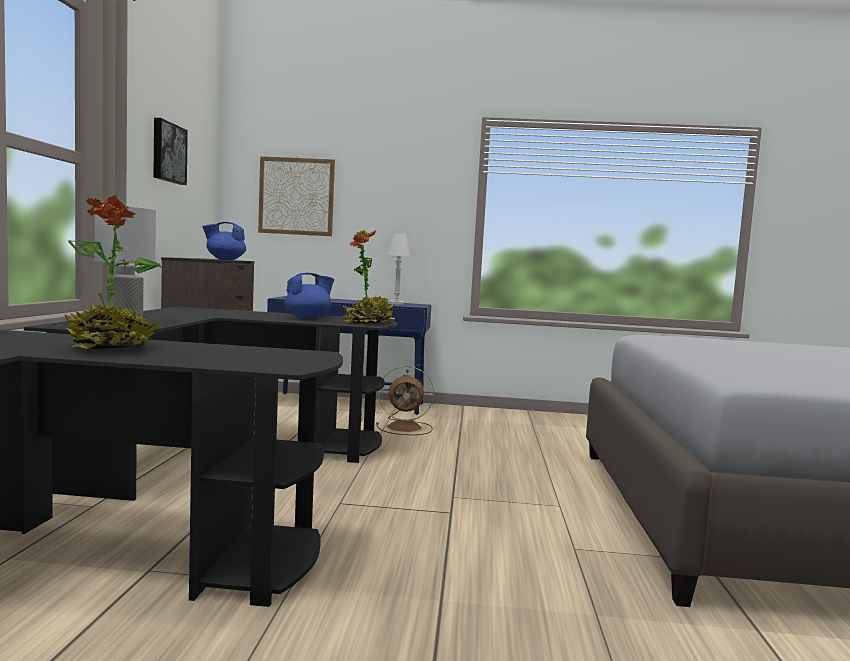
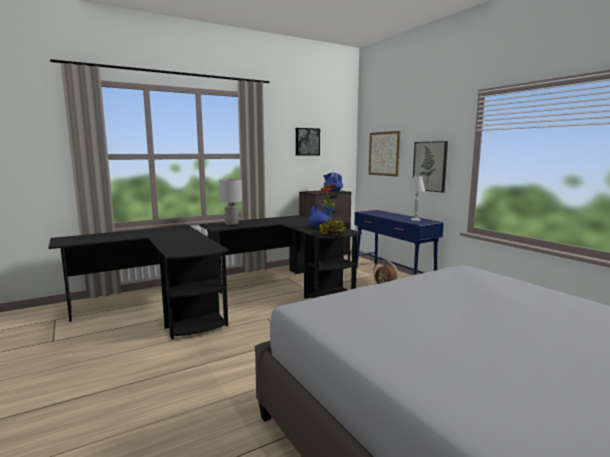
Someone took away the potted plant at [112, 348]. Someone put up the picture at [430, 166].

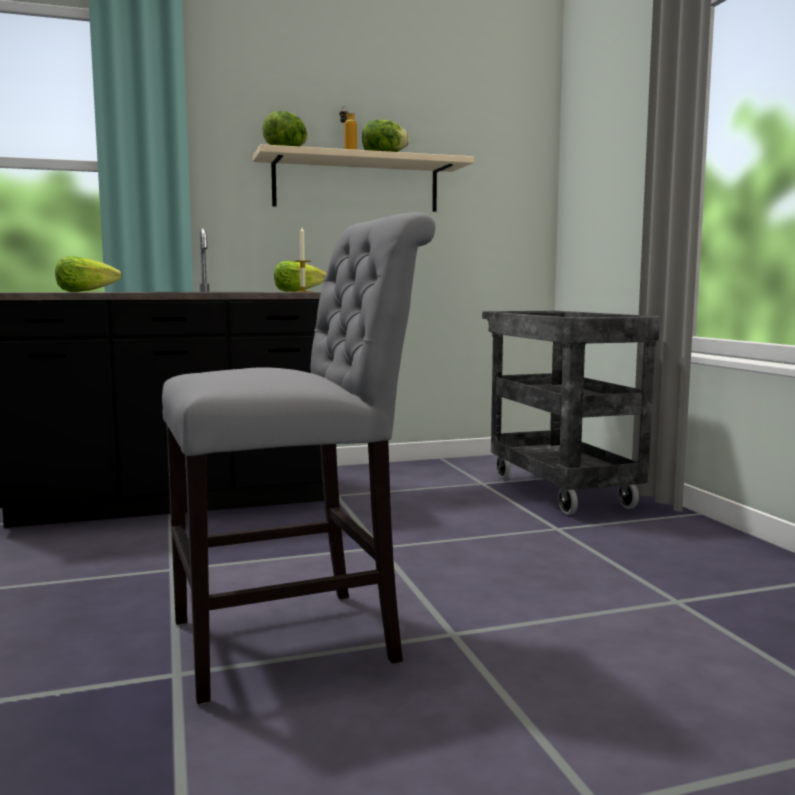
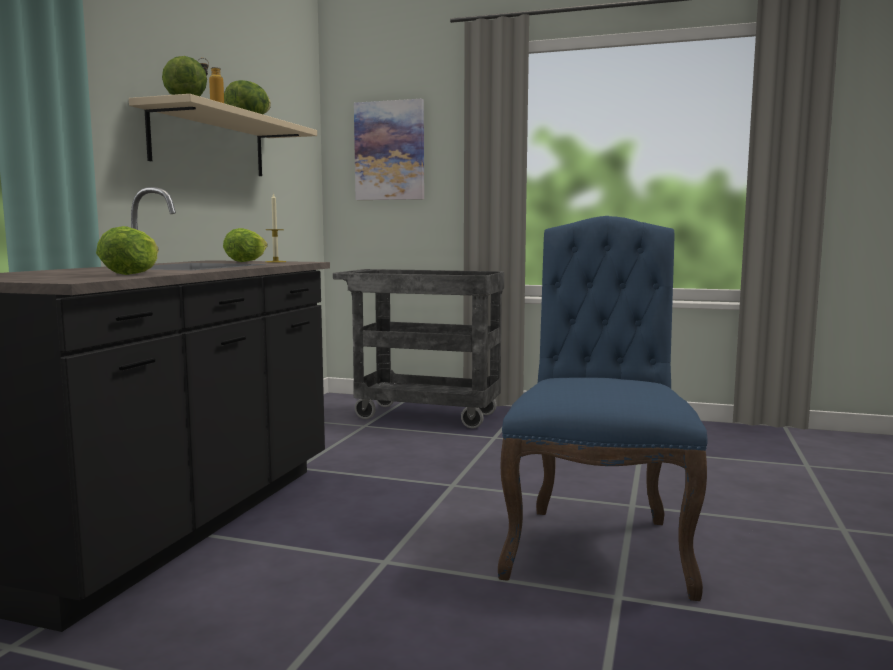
Someone swapped the stool (grey) at [298, 640] for the chair (blue) at [598, 547]. Someone put up the picture at [390, 151].

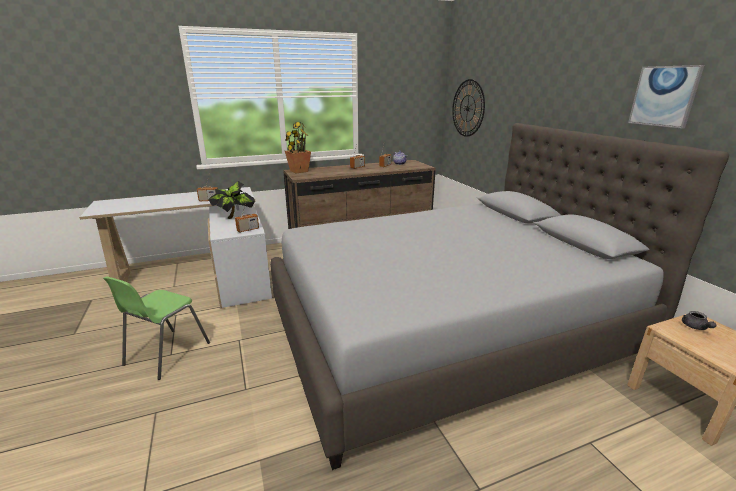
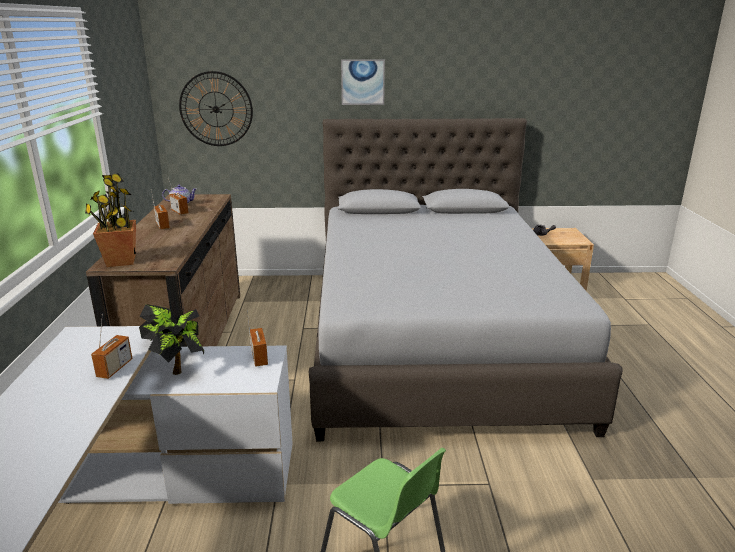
Someone carried the picture from [664, 96] to [362, 82].

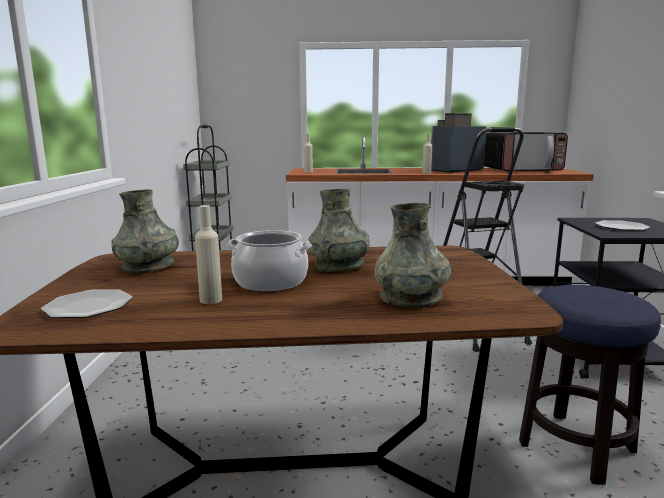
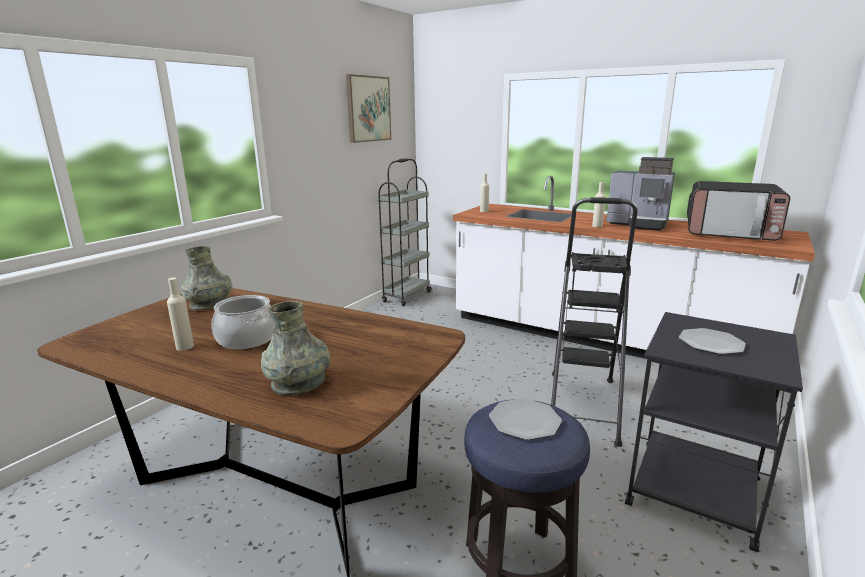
Someone carried the plate from [88, 306] to [524, 421]. Someone took away the vase (grey) at [339, 266]. Someone rotated the coffee machine at [452, 170] by 150 degrees counterclockwise. Someone put up the picture at [368, 109].

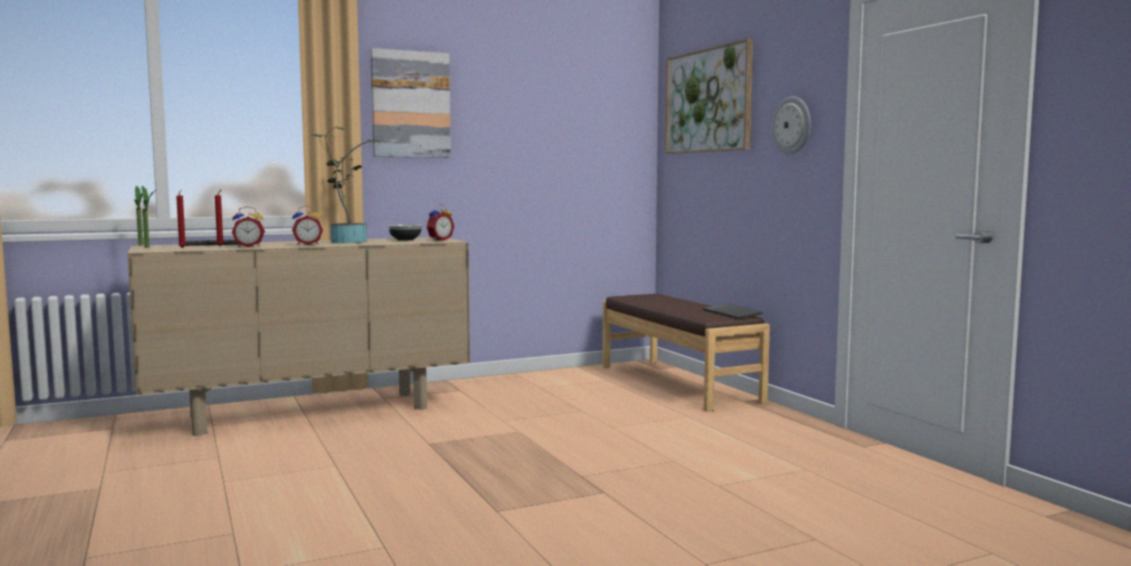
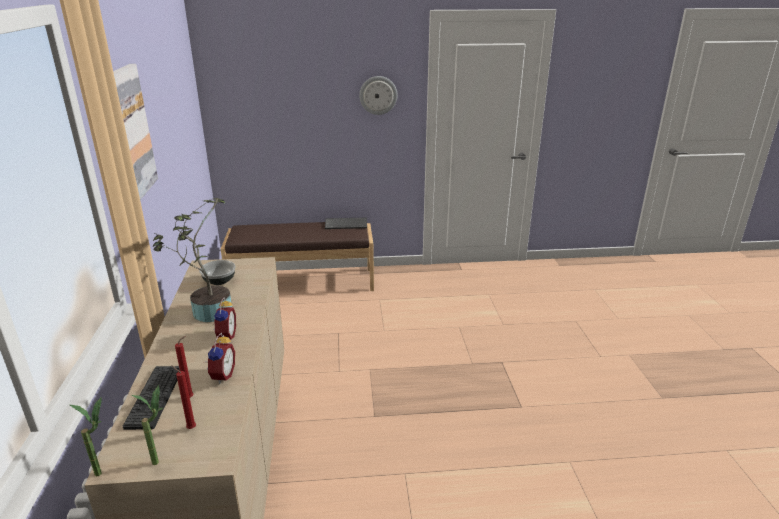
Someone took away the alarm clock at [439, 240]. Someone took away the picture at [708, 100].

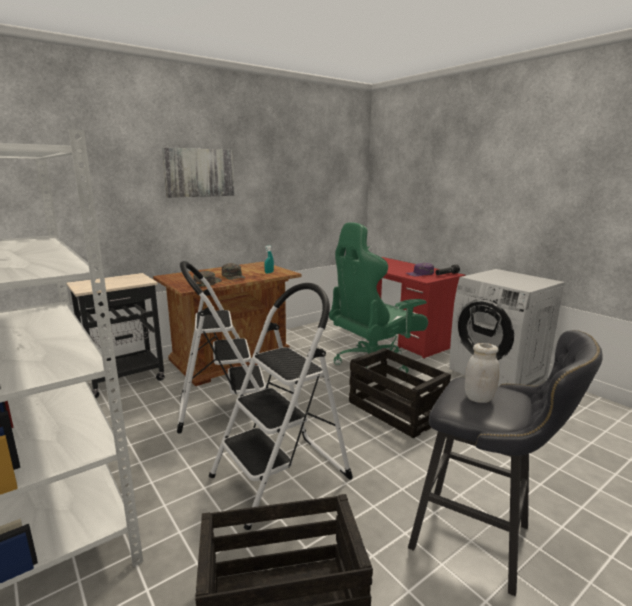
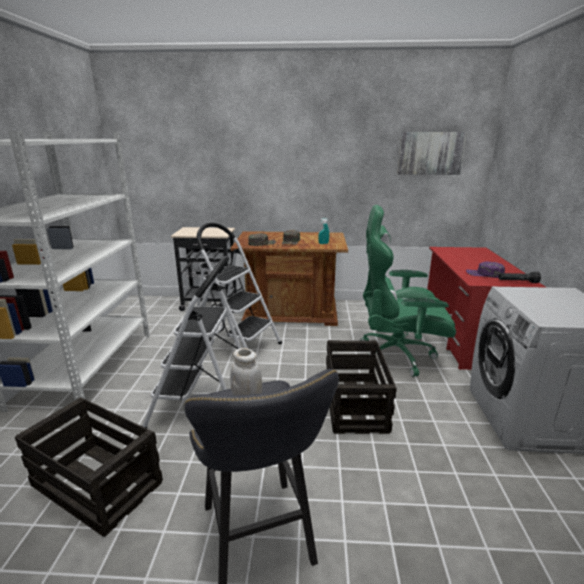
Someone carried the picture from [199, 173] to [430, 153].

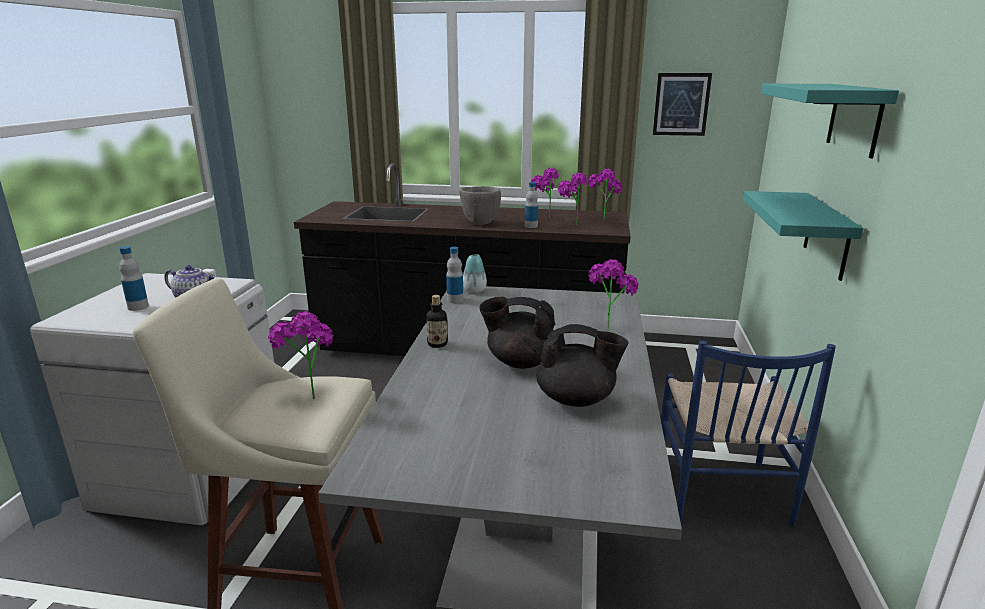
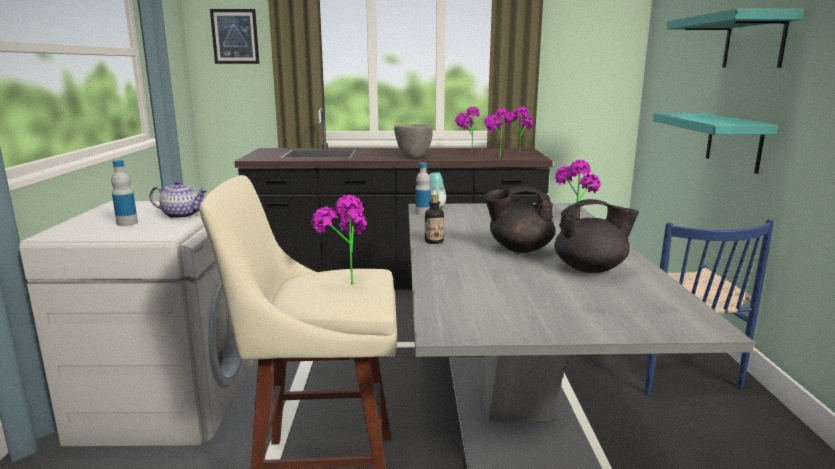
Someone took away the bottle at [531, 226]. Someone carried the picture from [681, 104] to [235, 36].

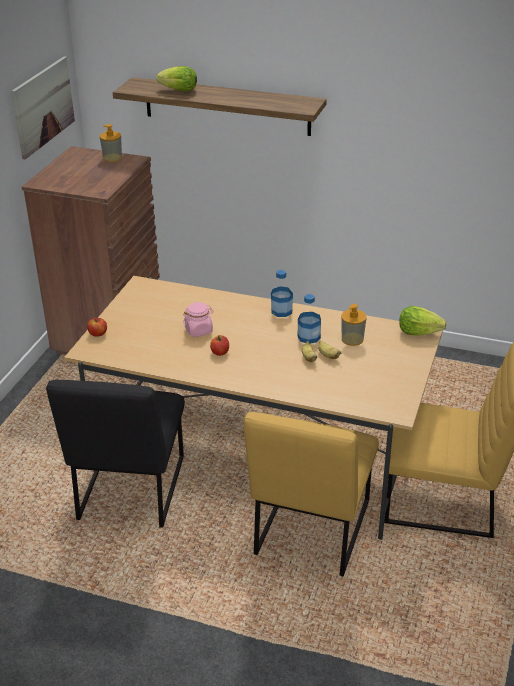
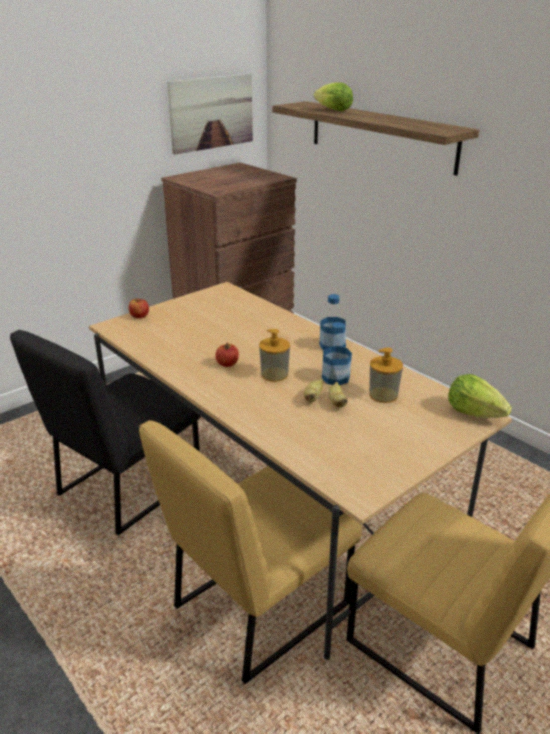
Someone carried the soap dispenser from [112, 158] to [274, 374]. Someone took away the jar (pink) at [199, 330].

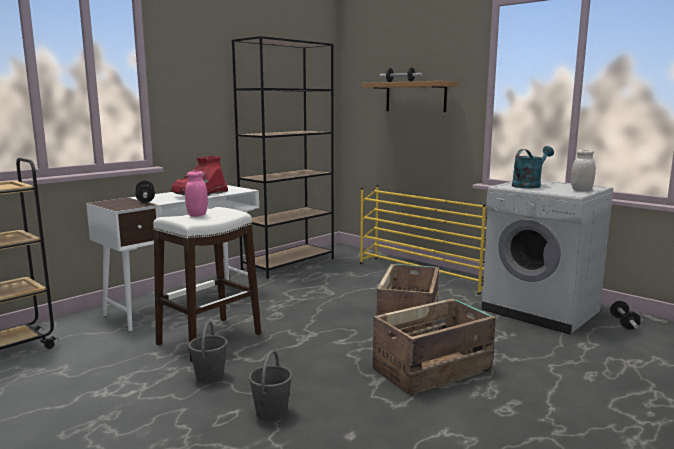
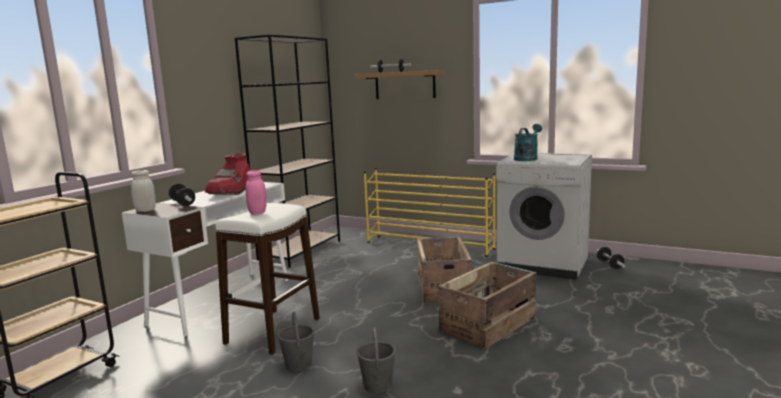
Someone carried the jar (white) from [581, 190] to [145, 210].

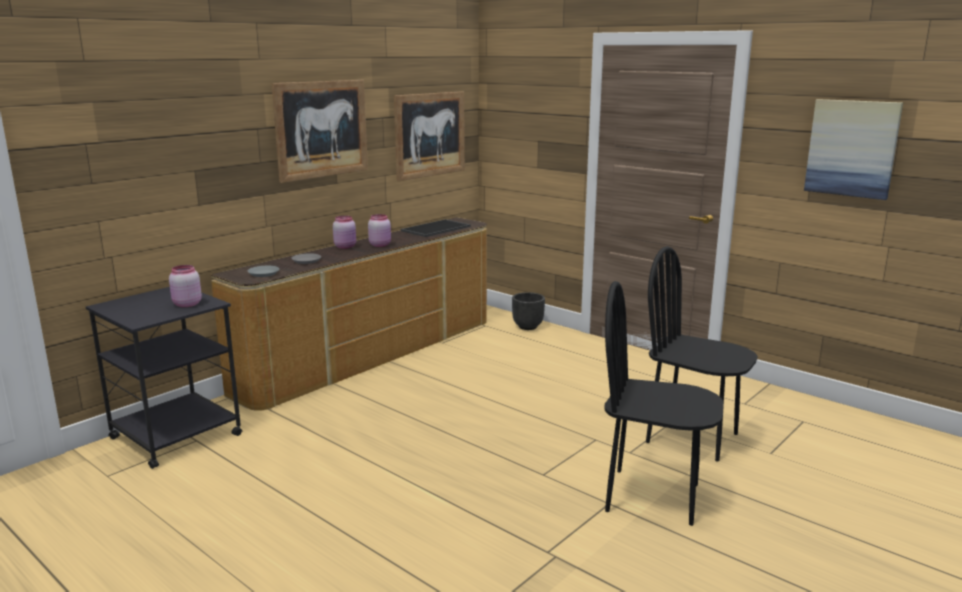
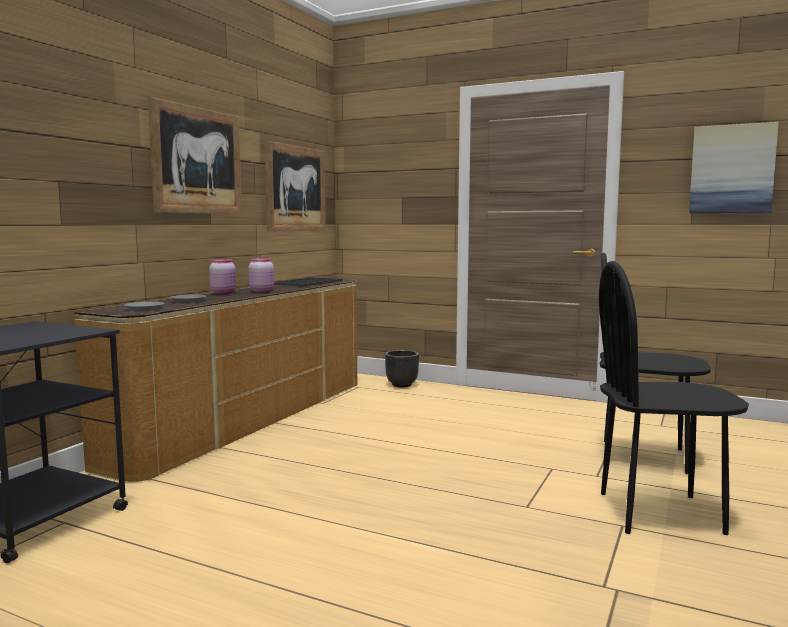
Someone took away the jar (pink) at [186, 304].

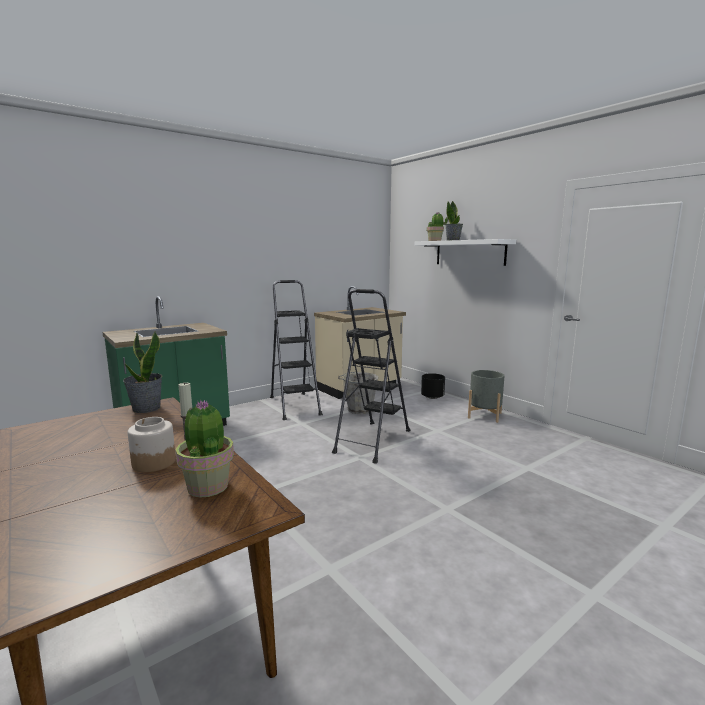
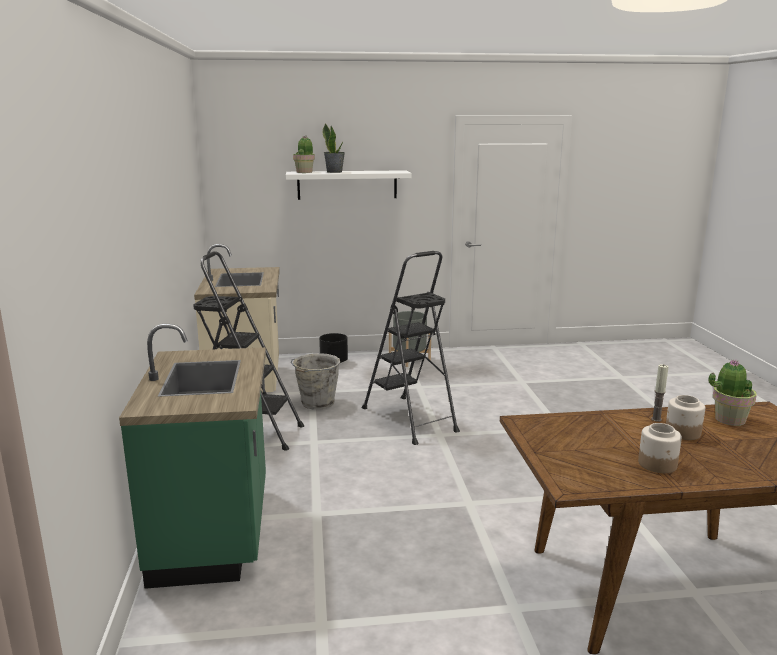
Someone took away the potted plant at [146, 408]. Someone put down the jar at [658, 464].

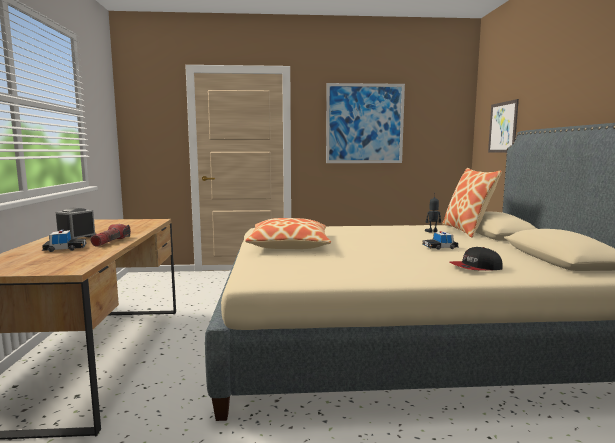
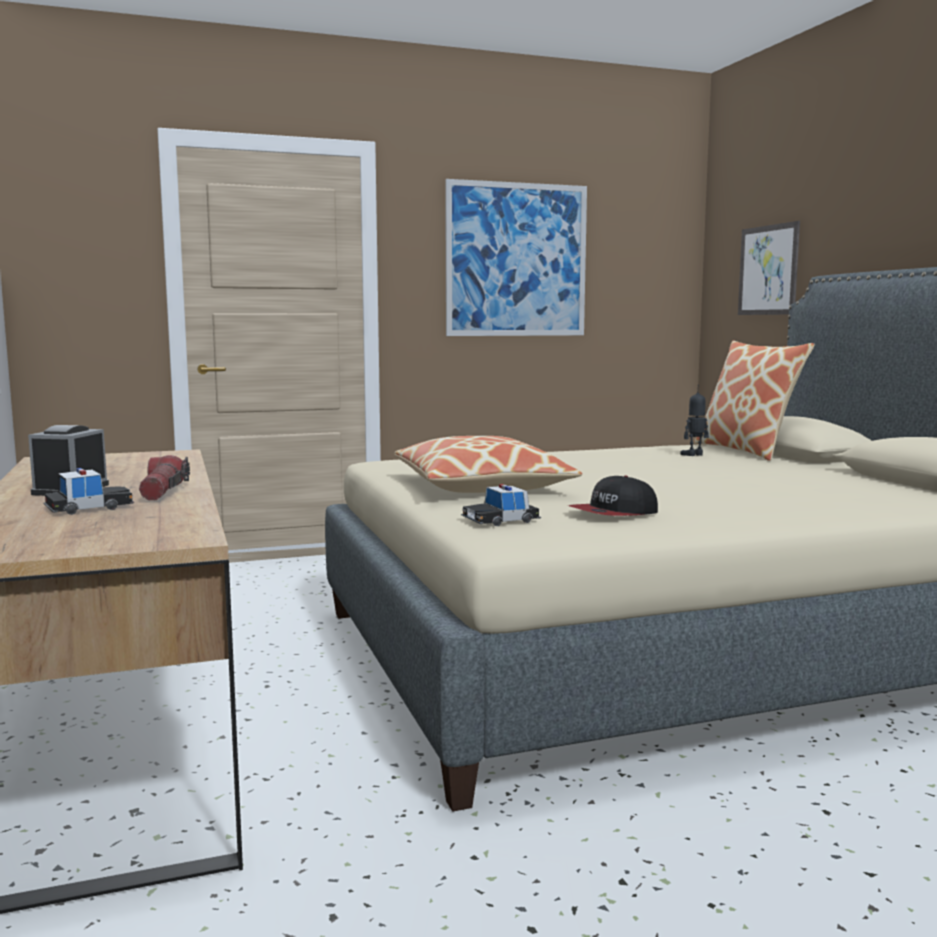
Someone carried the toy car from [440, 247] to [500, 520]. Someone carried the cap from [475, 268] to [614, 513].

